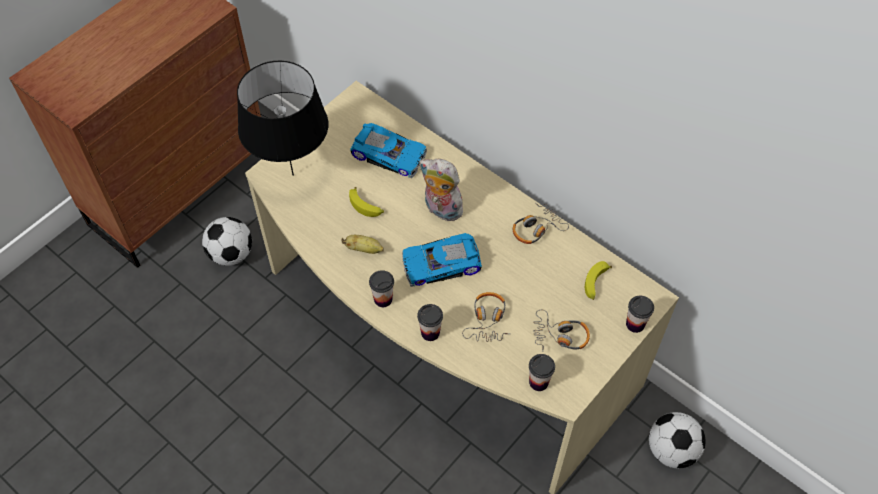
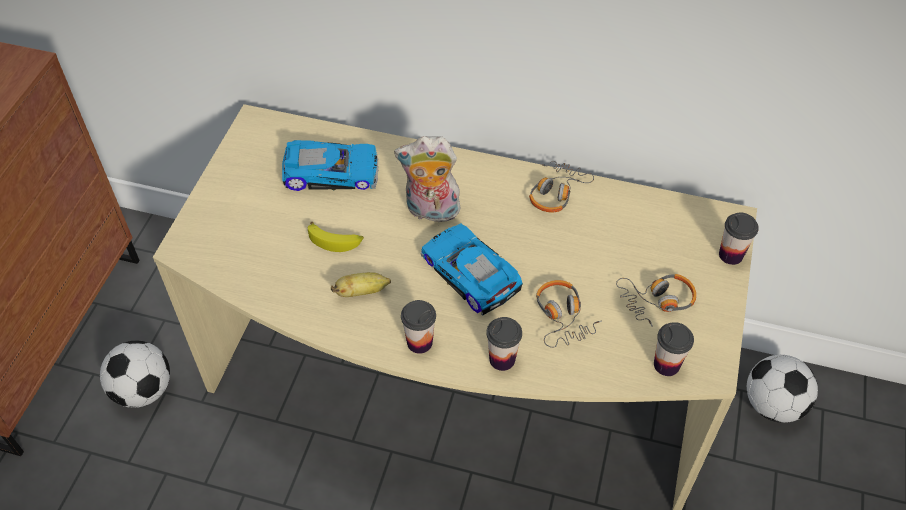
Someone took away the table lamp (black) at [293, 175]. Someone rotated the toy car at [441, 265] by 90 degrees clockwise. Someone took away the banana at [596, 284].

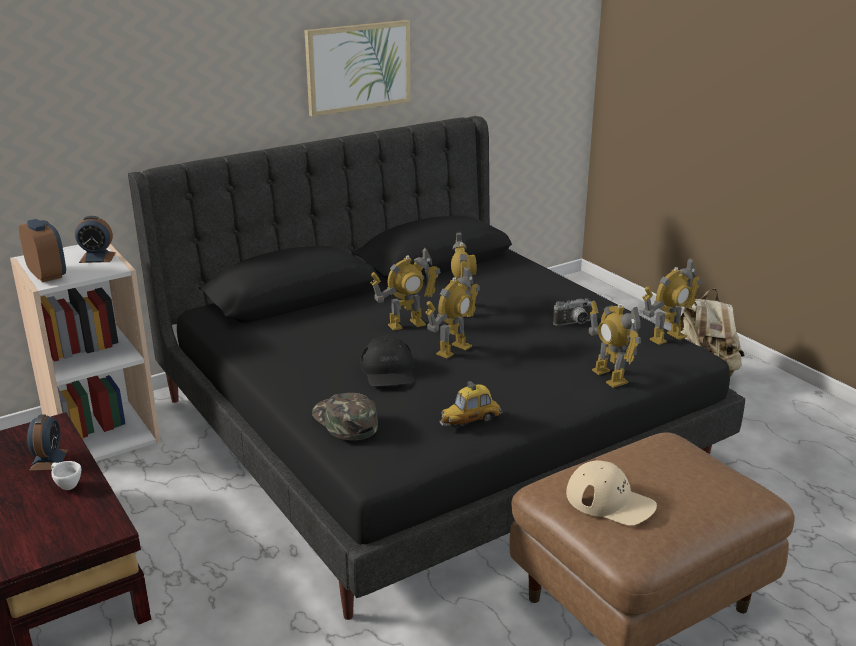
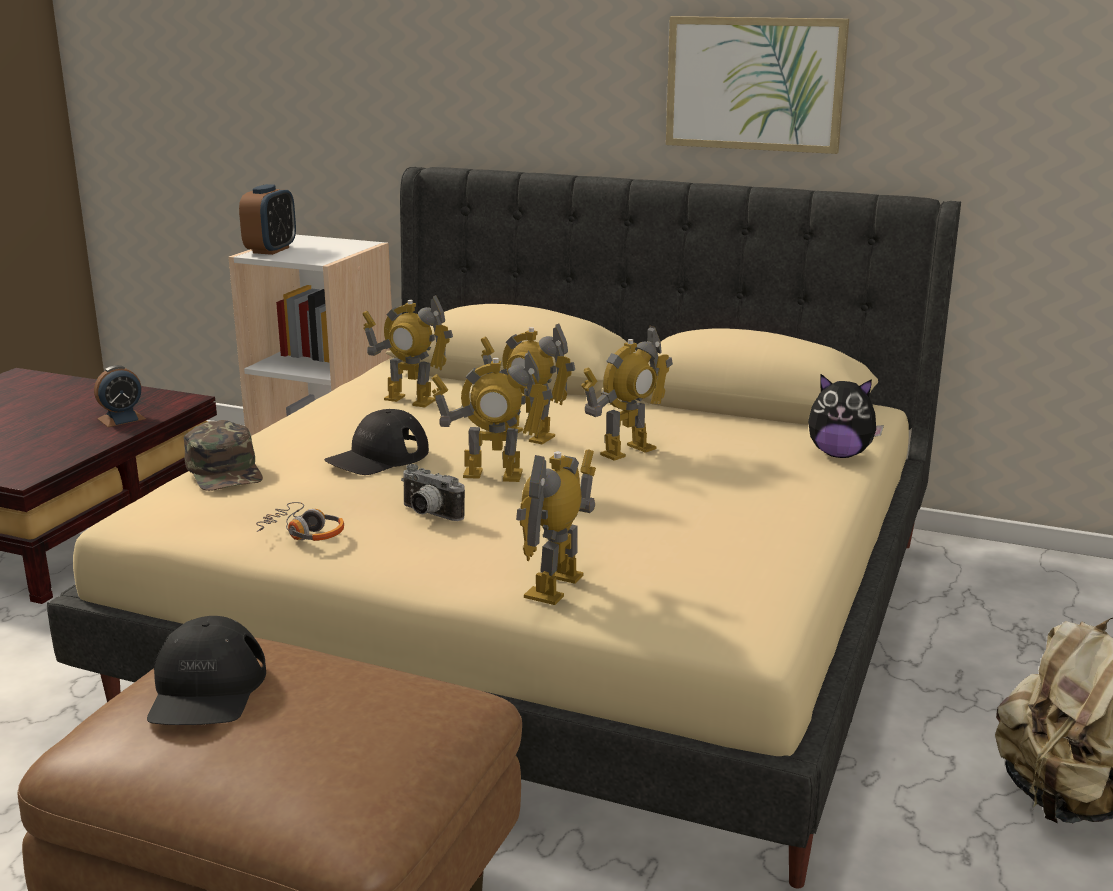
Someone took away the cup (white) at [66, 486]. Someone took away the alarm clock at [97, 257]. Someone repainted the bed (black) at [428, 428], which became the bed (beige) at [557, 617]. Someone rotated the cap (green) at [344, 421] by 135 degrees clockwise. Someone swapped the toy car at [470, 421] for the headphones at [303, 533]. Someone carried the photo camera from [574, 324] to [428, 514]. Someone repainted the cap (beige) at [610, 501], which became the cap (black) at [206, 690]. Someone carried the toy robot from [667, 337] to [409, 400]. Someone put down the plush toy at [840, 454].

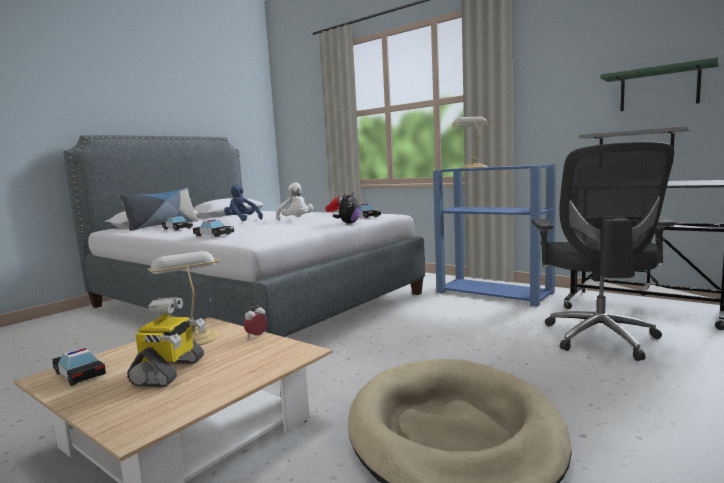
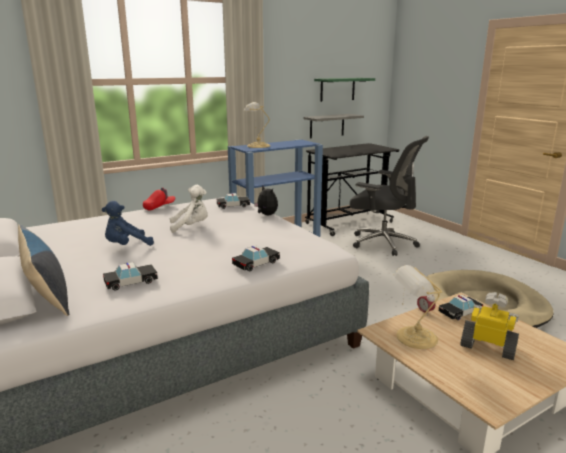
Someone carried the toy car from [79, 374] to [460, 312].

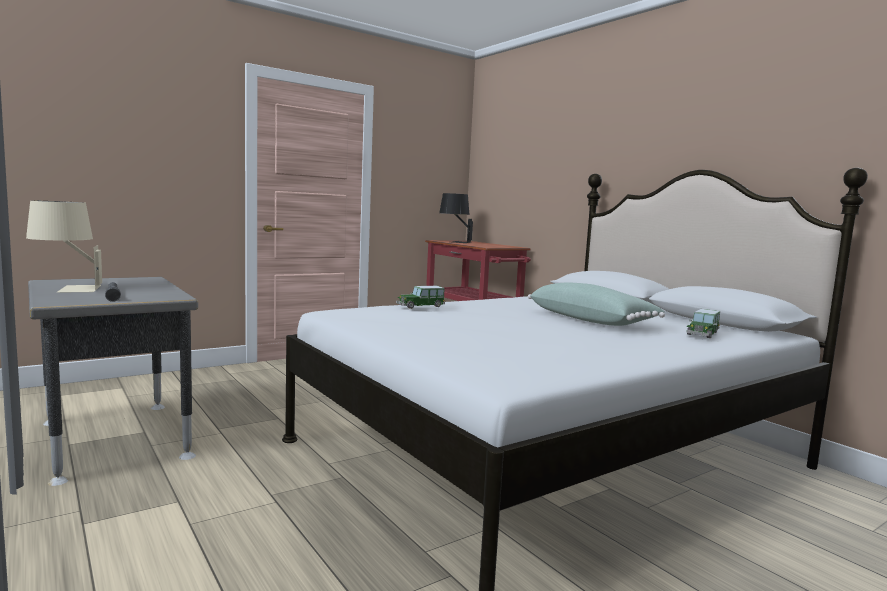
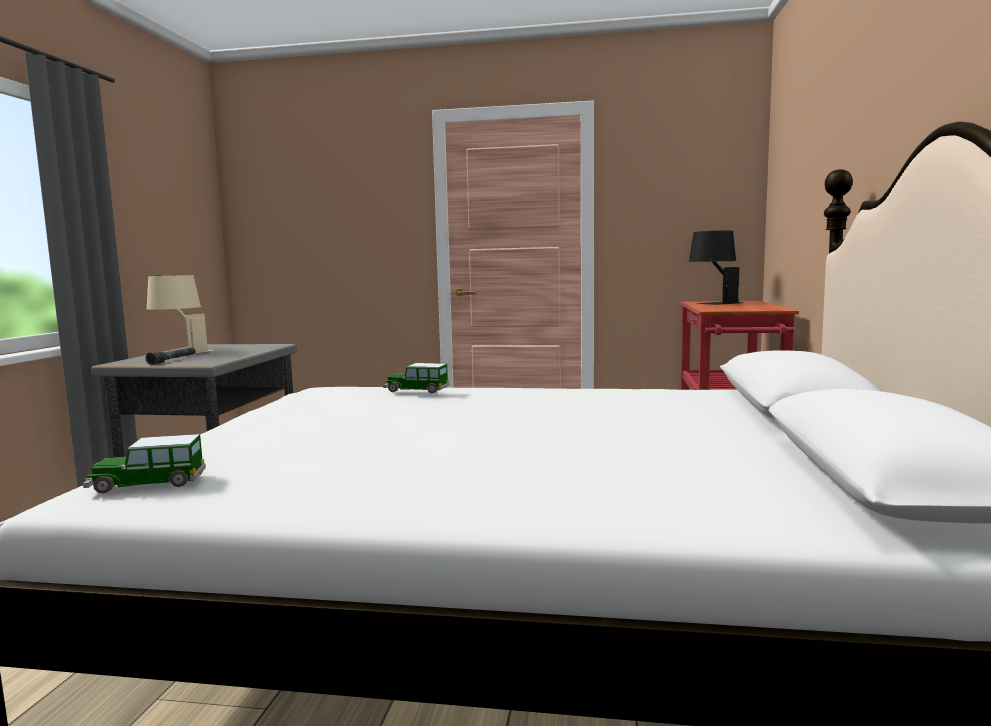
Someone took away the pillow (green) at [591, 320]. Someone carried the toy car from [702, 334] to [147, 483].

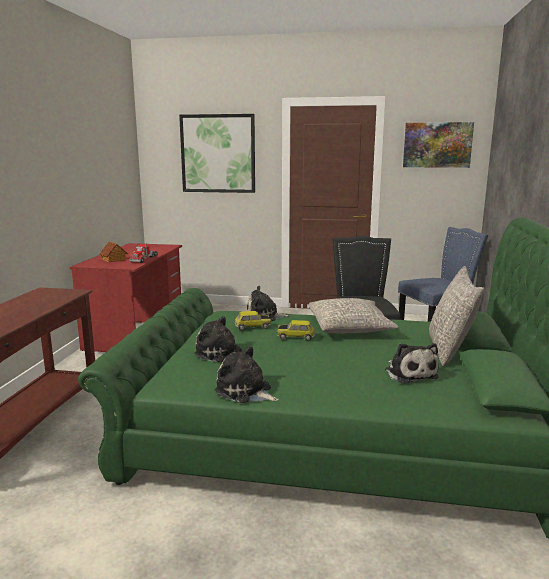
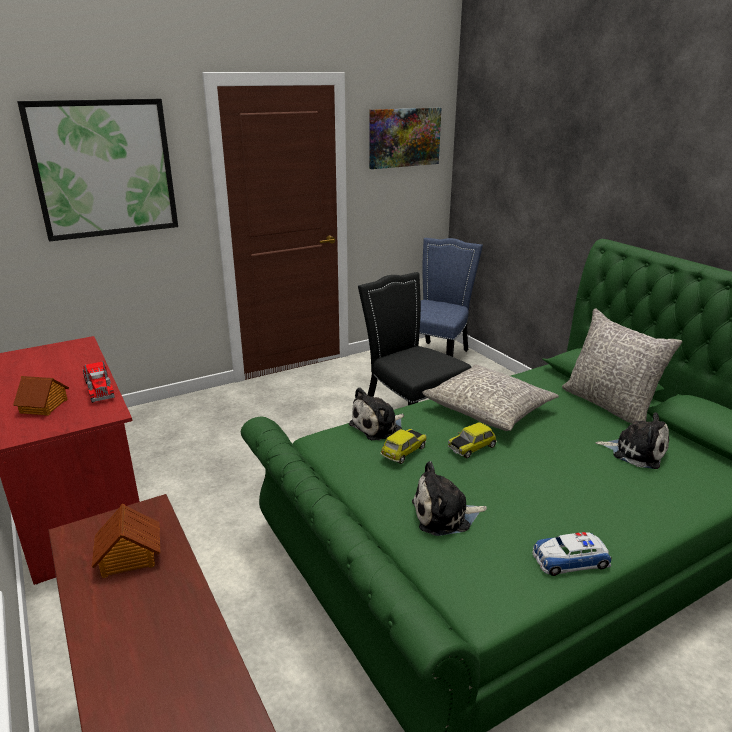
Someone swapped the plush toy at [245, 391] for the toy car at [570, 559]. Someone put down the toy house at [129, 557].

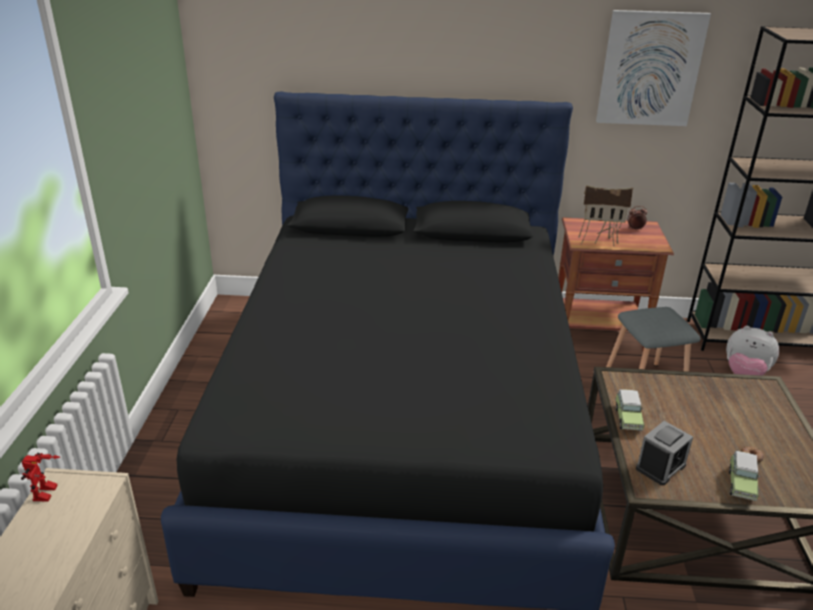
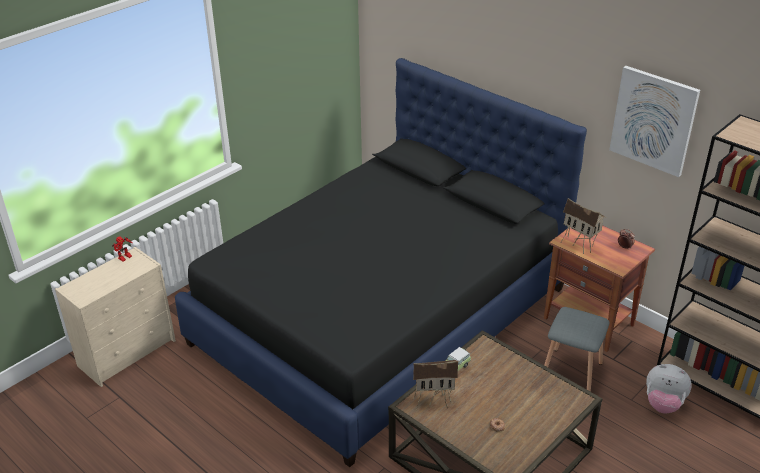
Someone swapped the alarm clock at [660, 467] for the toy house at [433, 401]. Someone rotated the plush toy at [744, 374] by 45 degrees counterclockwise. Someone took away the toy car at [741, 483].

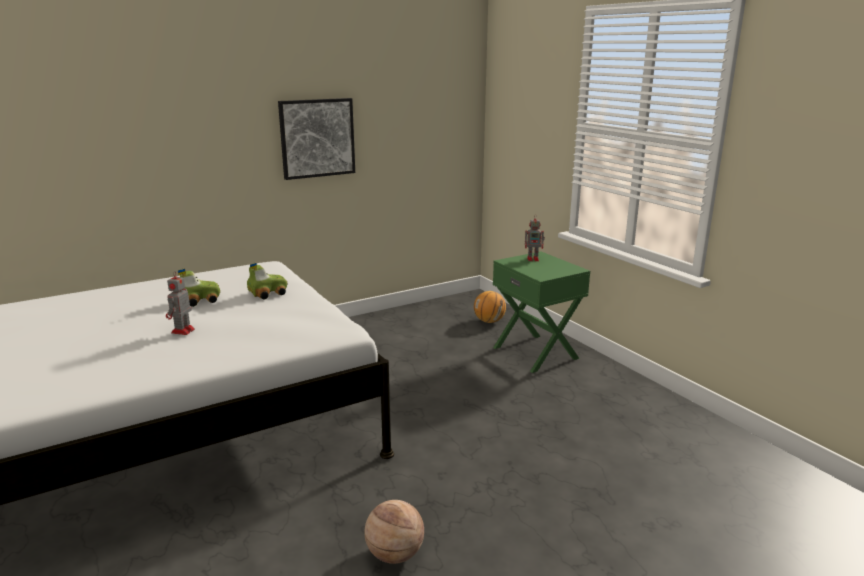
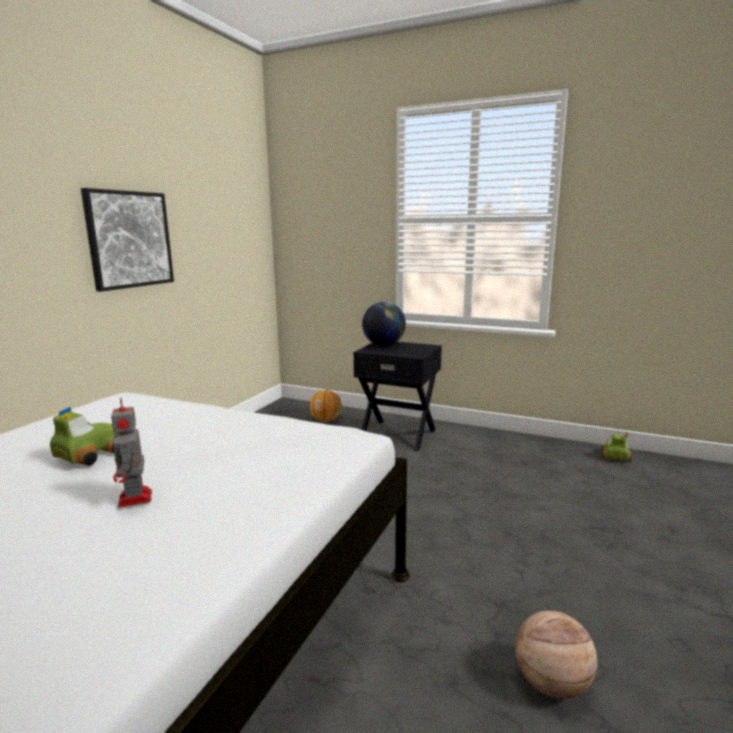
Someone carried the toy car from [267, 293] to [614, 456]. Someone repainted the nightstand (green) at [536, 352], which became the nightstand (black) at [398, 434]. Someone swapped the toy robot at [533, 259] for the globe at [384, 345].

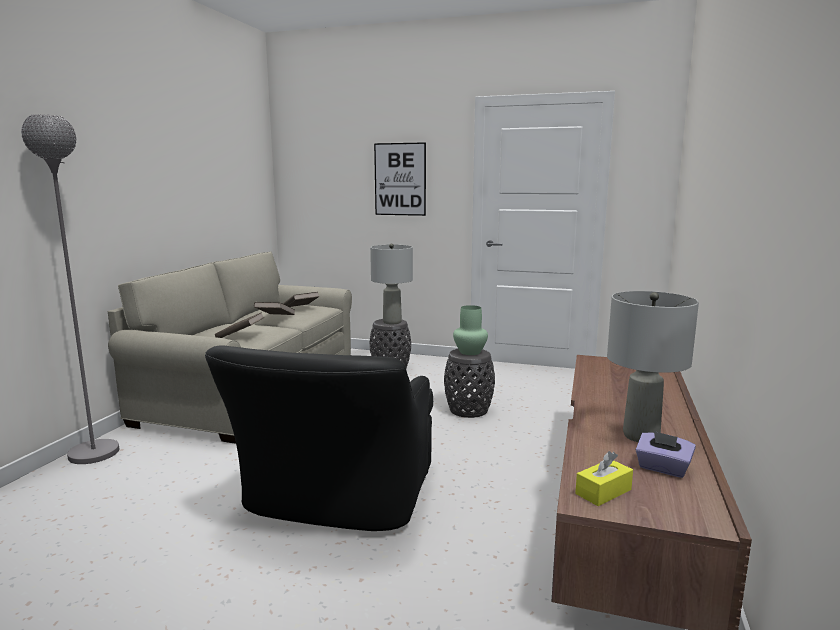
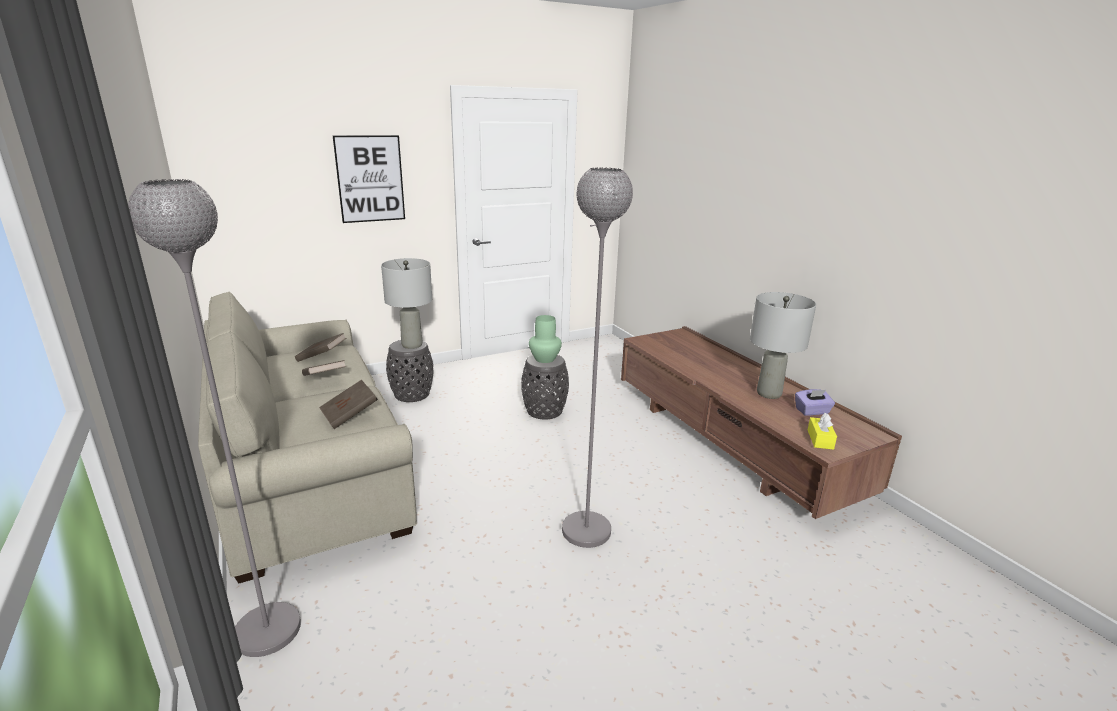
Someone swapped the armchair (black) at [336, 498] for the floor lamp (grey) at [586, 531].

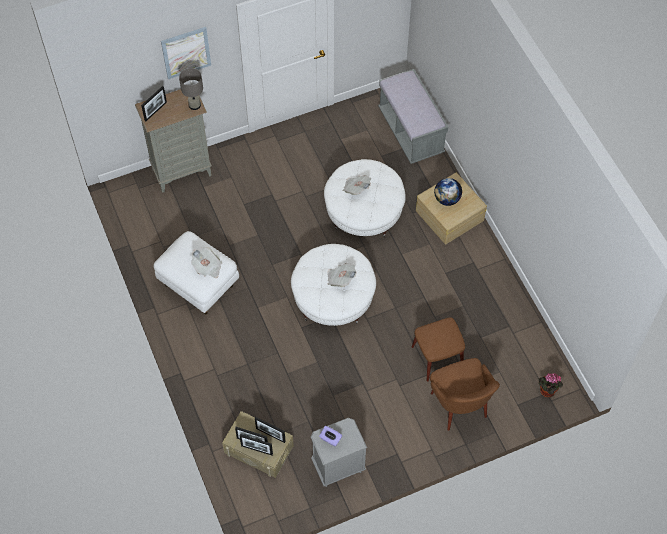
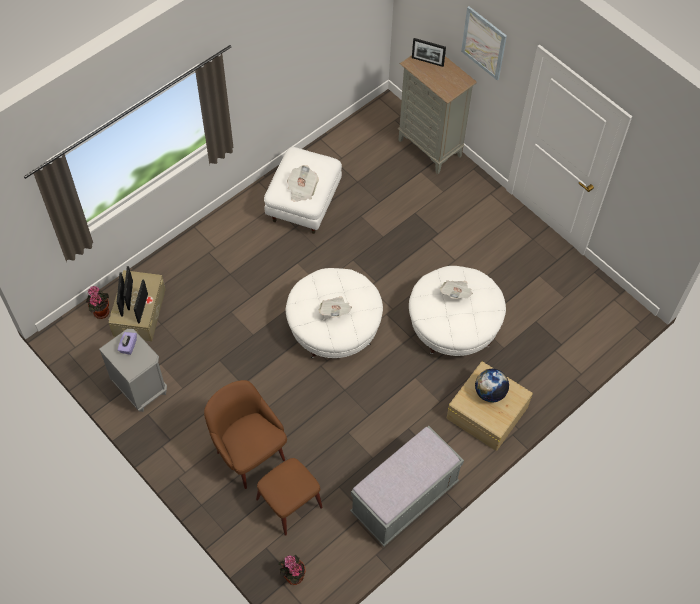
Someone took away the table lamp (grey) at [194, 105]. Someone carried the bench (grey) from [411, 131] to [404, 498]. Someone rotated the armchair (brown) at [451, 388] by 90 degrees clockwise. Someone put down the potted plant at [100, 311].

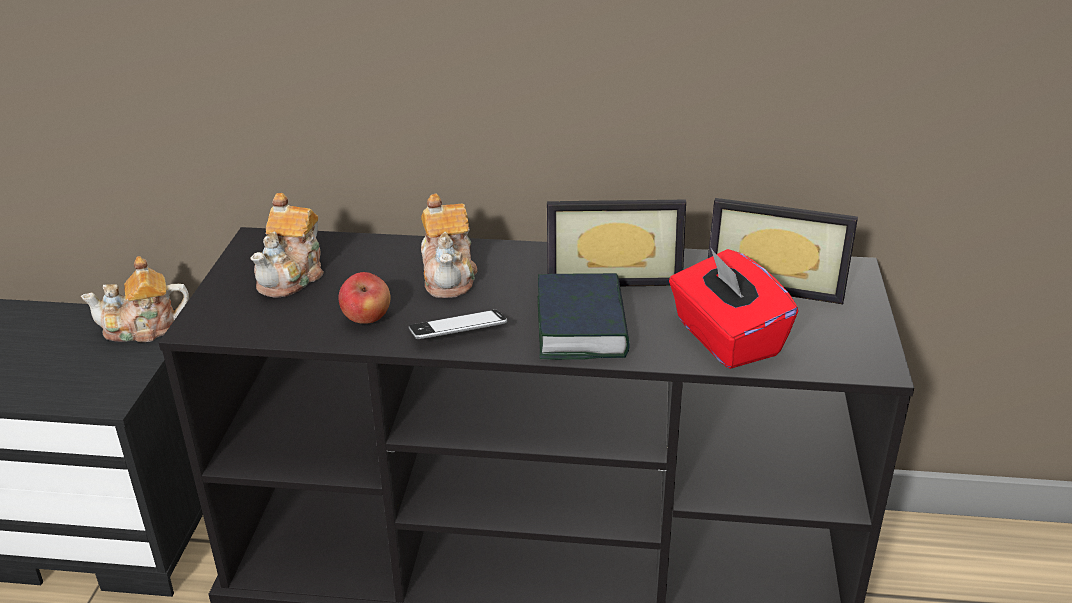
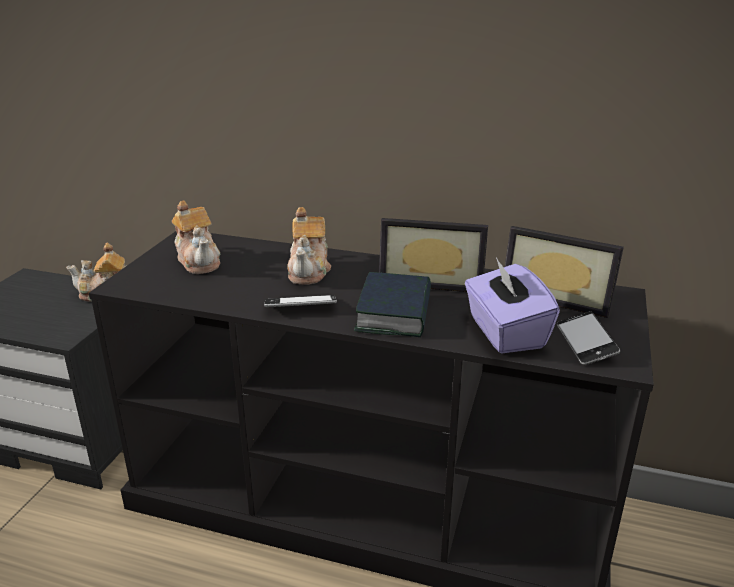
Someone rotated the teapot at [293, 276] by 60 degrees counterclockwise. Someone took away the apple at [367, 318]. Someone repainted the tissue box (red) at [725, 338], which became the tissue box (purple) at [505, 332]. Someone put down the phone at [585, 344].

